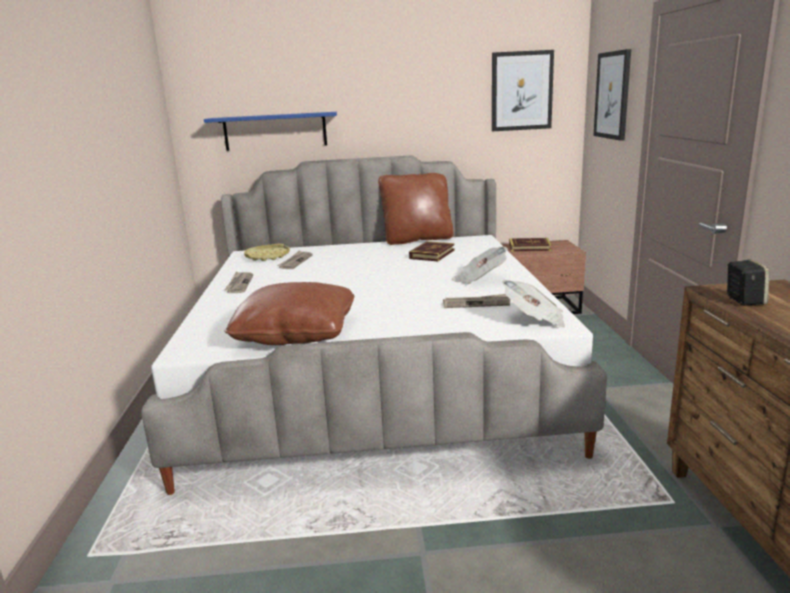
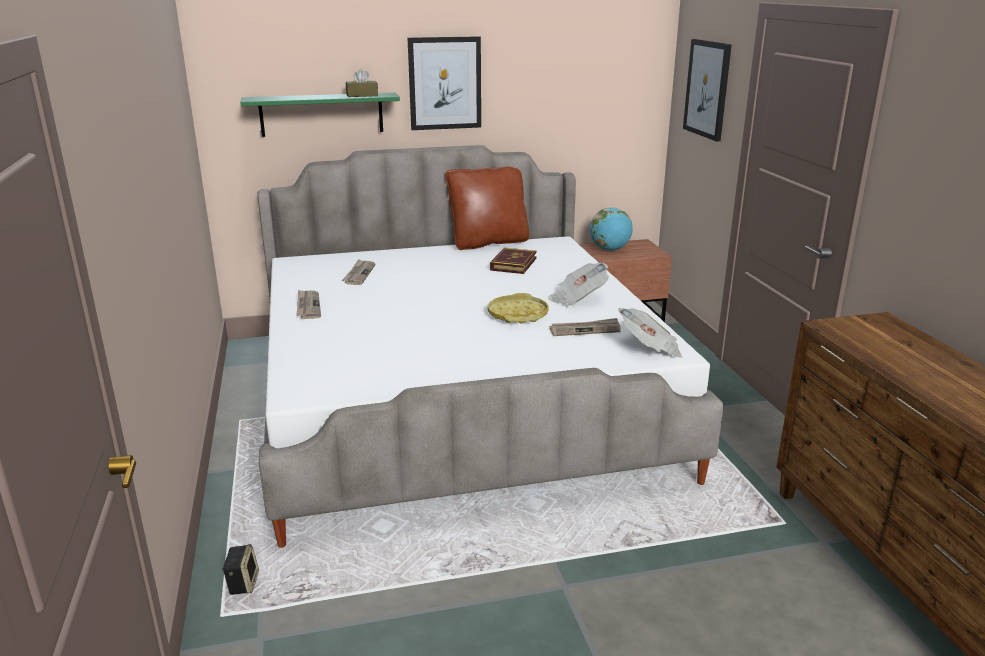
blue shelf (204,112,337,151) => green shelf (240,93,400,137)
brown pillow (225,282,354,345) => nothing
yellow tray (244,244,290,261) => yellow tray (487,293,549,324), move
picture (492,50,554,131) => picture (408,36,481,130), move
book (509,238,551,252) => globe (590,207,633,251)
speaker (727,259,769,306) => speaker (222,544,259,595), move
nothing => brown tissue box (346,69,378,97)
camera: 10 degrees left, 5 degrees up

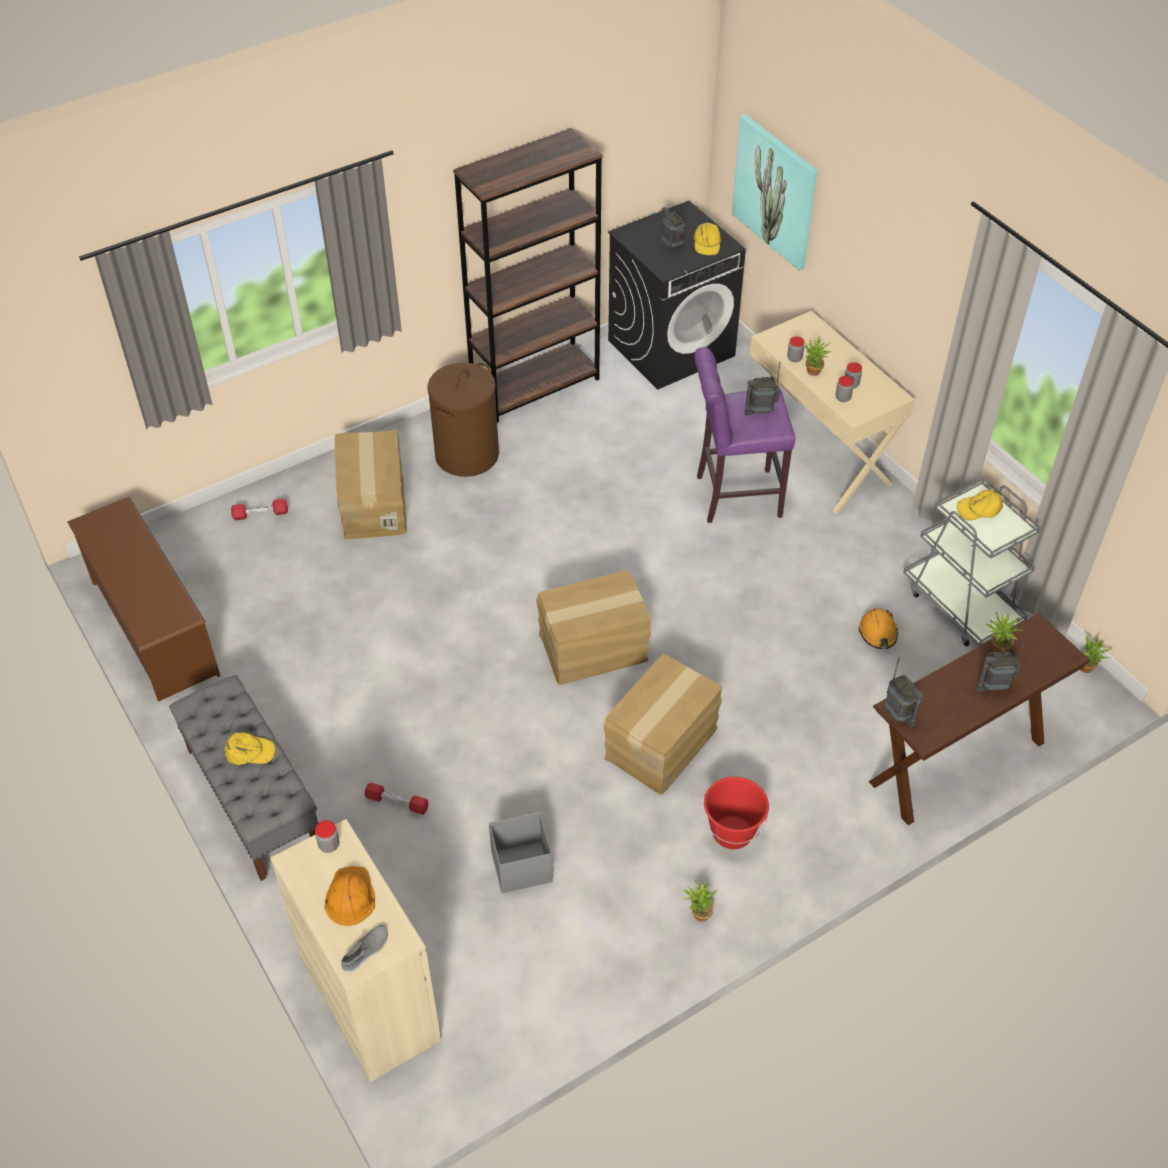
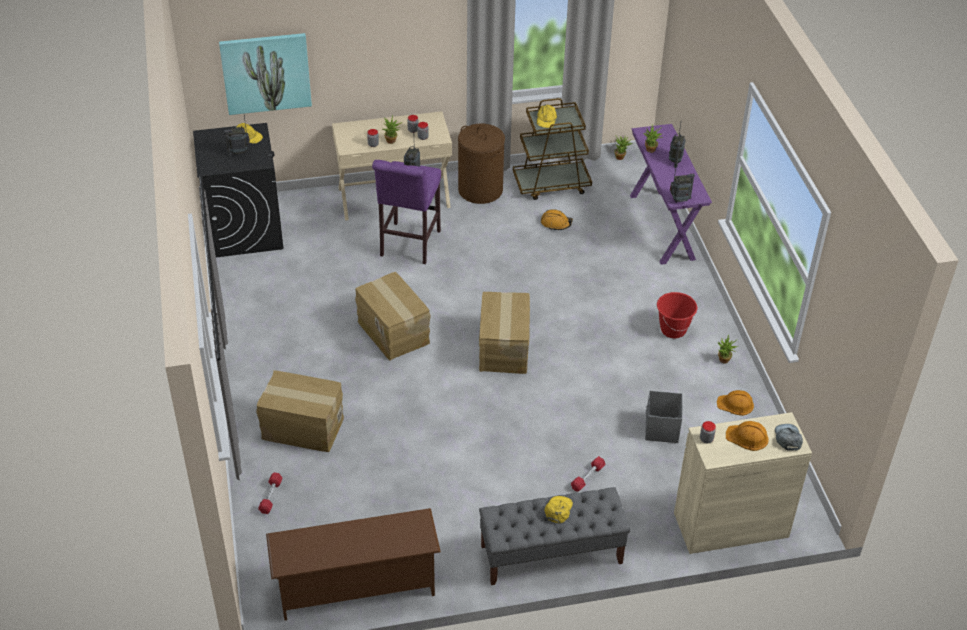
grey shoe (341,925,388,973) => grey cap (775,424,803,450)
brown laundry basket (427,362,499,477) => brown laundry basket (458,124,505,204), move
brown bookcase (453,128,603,423) => nothing
cardboard box (604,654,722,795) => cardboard box (355,272,430,361), move
brown console table (869,613,1091,825) => purple console table (630,124,712,265)
grey cart (903,477,1041,646) => brown cart (513,98,592,200)
nothing => orange hard hat (717,390,754,416)
camera: 70 degrees left, 5 degrees down

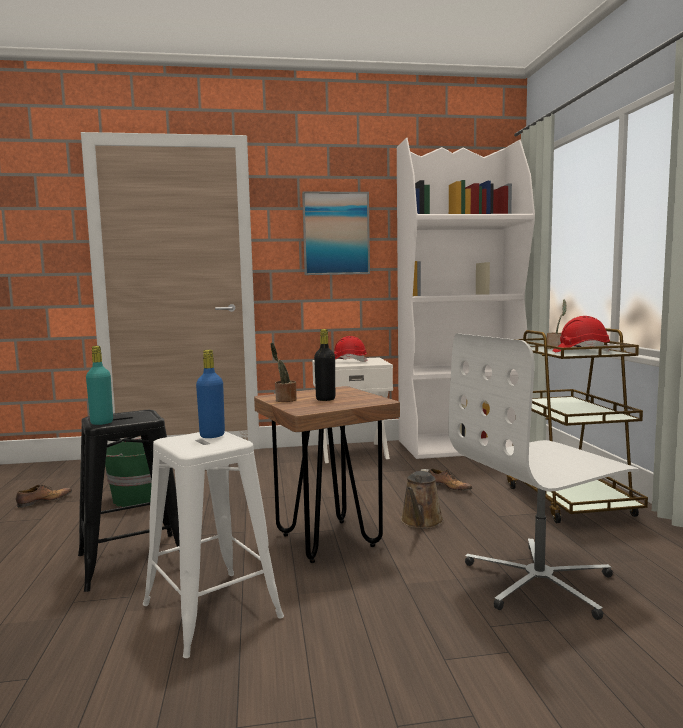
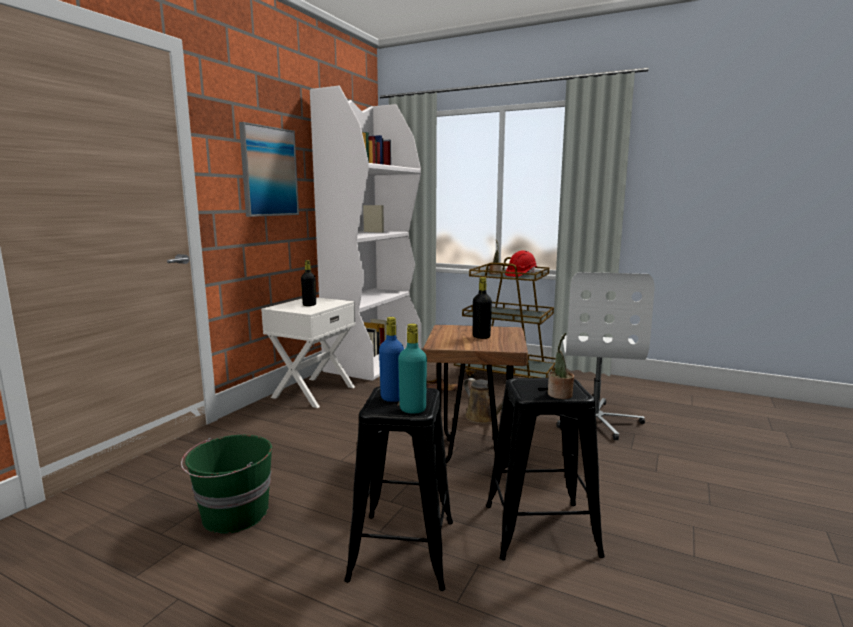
shoe (16,484,72,508) => nothing
white stool (143,431,284,658) => black stool (486,378,605,561)
blue bottle (196,350,225,438) => blue bottle (379,317,404,402), move
potted plant (270,343,297,402) => potted plant (548,332,574,399), move
red hard hat (334,336,368,362) => black bottle (301,260,316,306)
camera: 55 degrees left, 5 degrees up

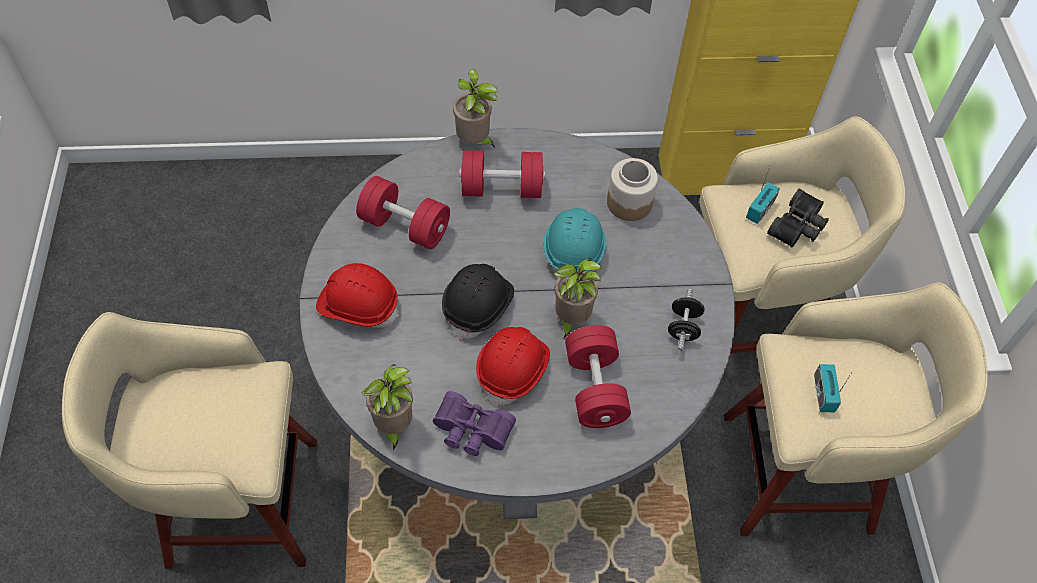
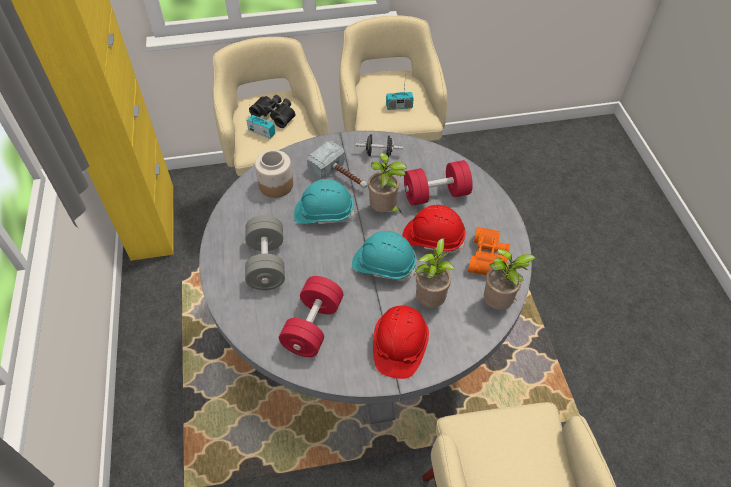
purple binoculars (433,391,516,456) => orange binoculars (468,227,510,275)
black hard hat (442,264,514,340) => turquoise hard hat (352,231,416,281)
potted plant (453,69,498,148) => potted plant (416,238,455,308), move
red dumbbell (459,150,545,198) => grey dumbbell (245,215,285,290)
nothing => hammer (307,141,367,188)
camera: 95 degrees left, 5 degrees down

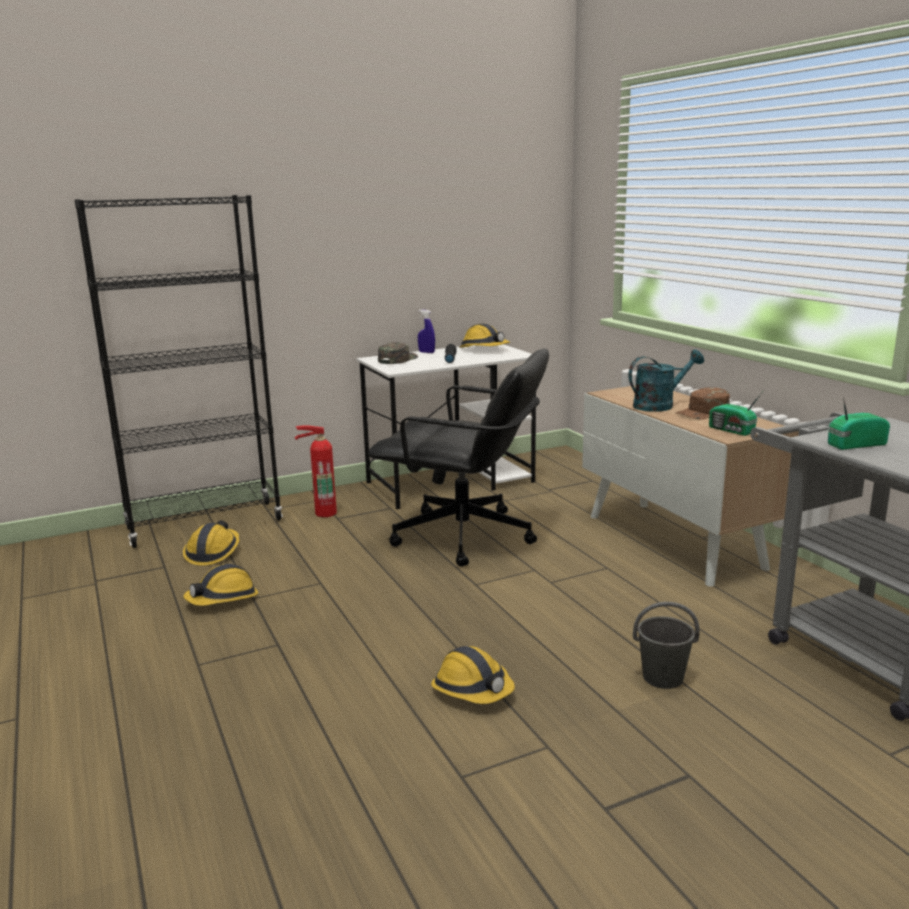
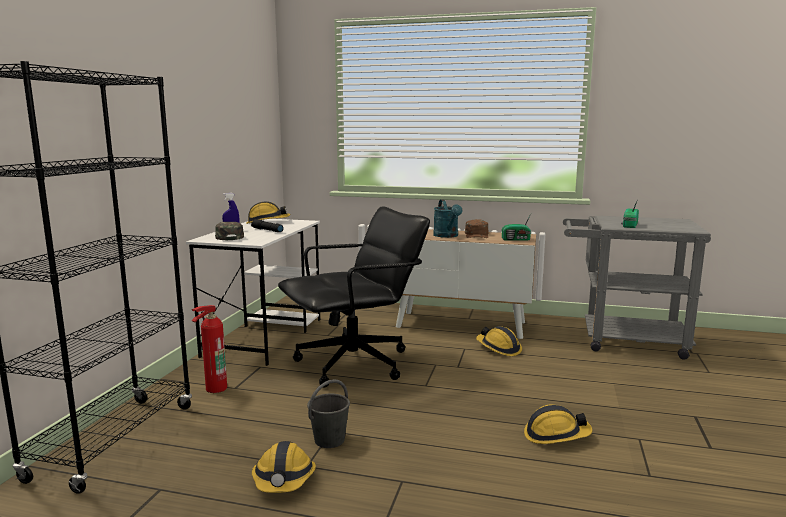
hard hat (183,520,239,566) => hard hat (476,326,522,356), move
turquoise watering can (629,349,704,412) => turquoise watering can (433,199,462,238), 150 degrees clockwise
grey bucket (633,602,699,689) => grey bucket (307,379,350,448), move
camera: 50 degrees left, 5 degrees down

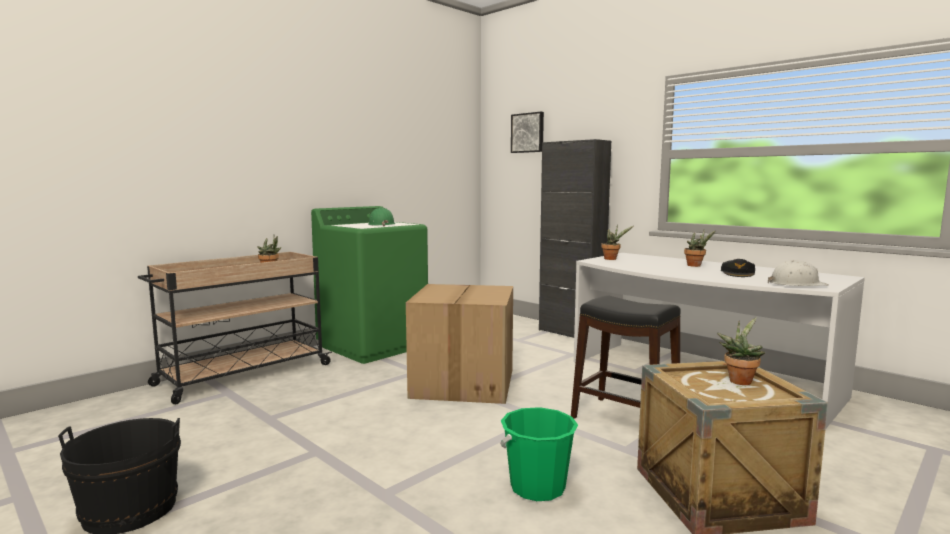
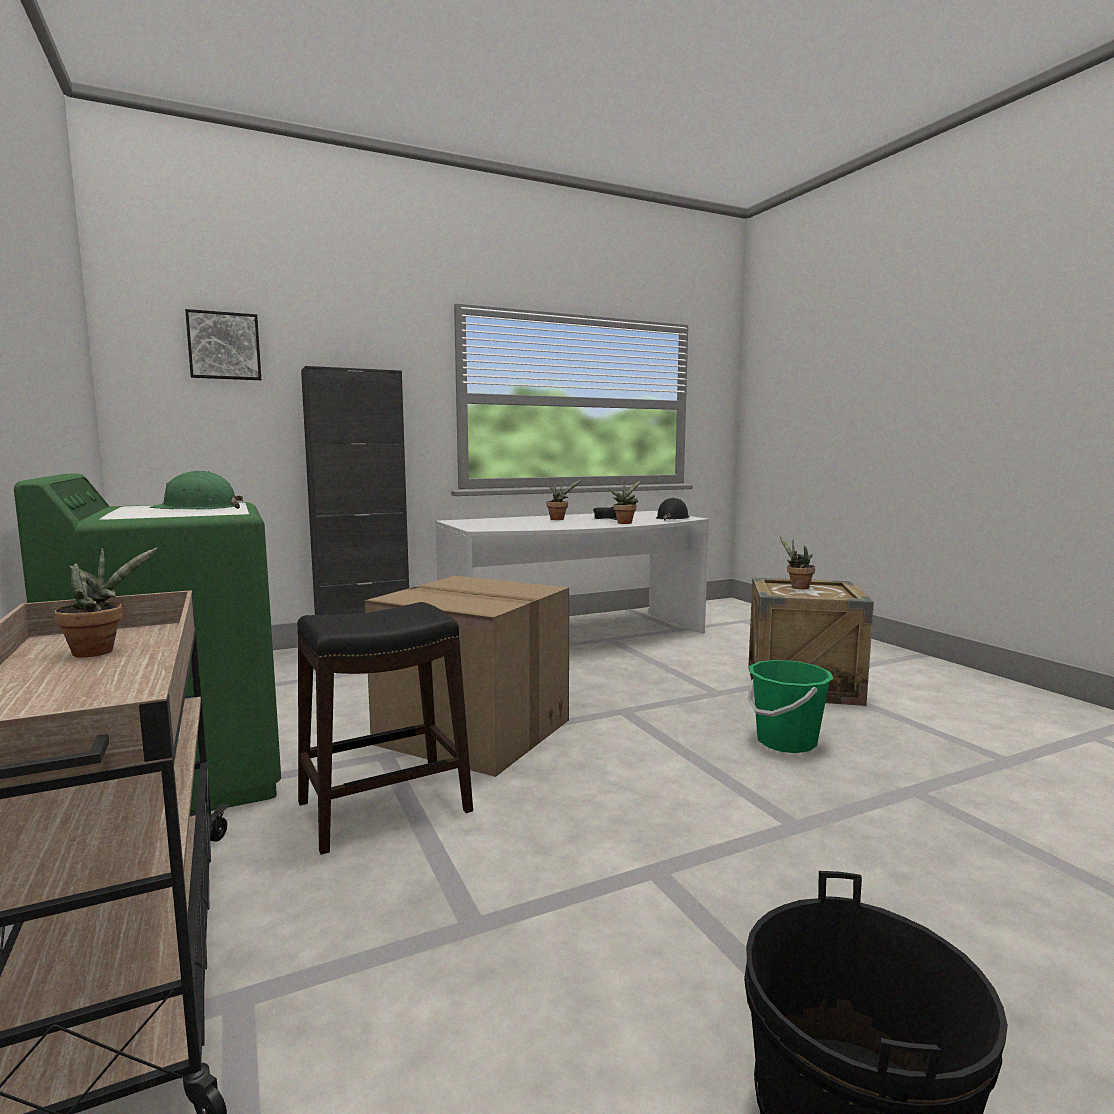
black stool (571,295,681,419) => black stool (297,602,473,855), move
potted plant (601,225,633,260) => potted plant (608,480,642,524), move
white hard hat (768,260,829,286) => black hard hat (656,498,690,521)
camera: 70 degrees left, 0 degrees up

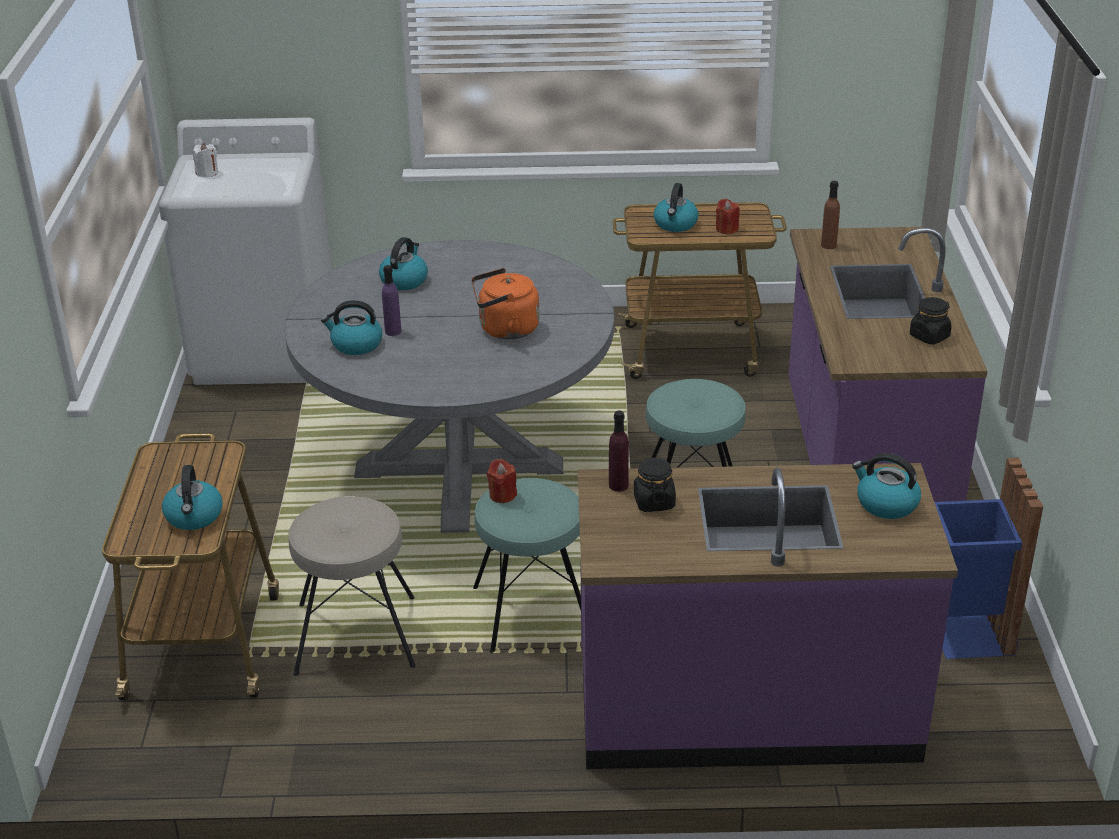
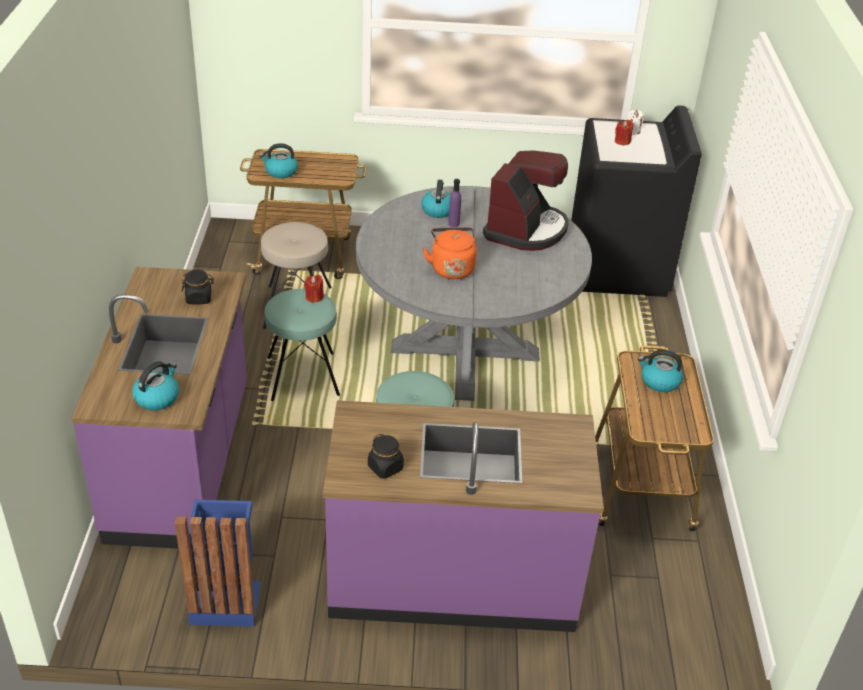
white washing machine (159,117,332,385) => black washing machine (571,105,702,297)
kettle (379,237,428,290) => coffee machine (483,150,569,251)
purple bottle (609,410,629,492) => nothing
red candle (716,198,740,234) => red candle (615,120,633,146), move
brown bottle (821,181,840,249) => nothing
camera: 90 degrees right, 5 degrees up

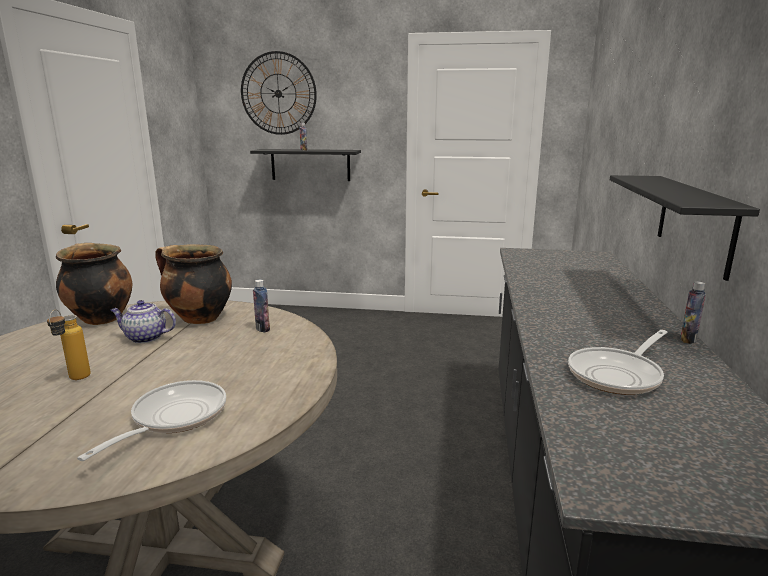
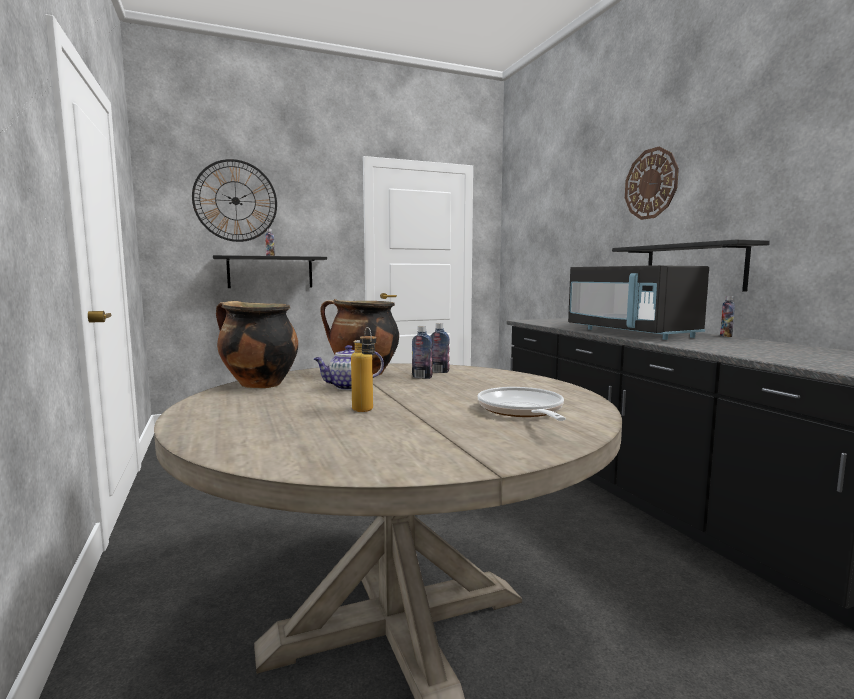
frying pan (568,330,668,395) => nothing
nothing => bottle (412,326,433,379)
nothing => black microwave (568,265,709,340)
nothing => wall clock (625,147,679,220)
camera: 30 degrees left, 10 degrees down

